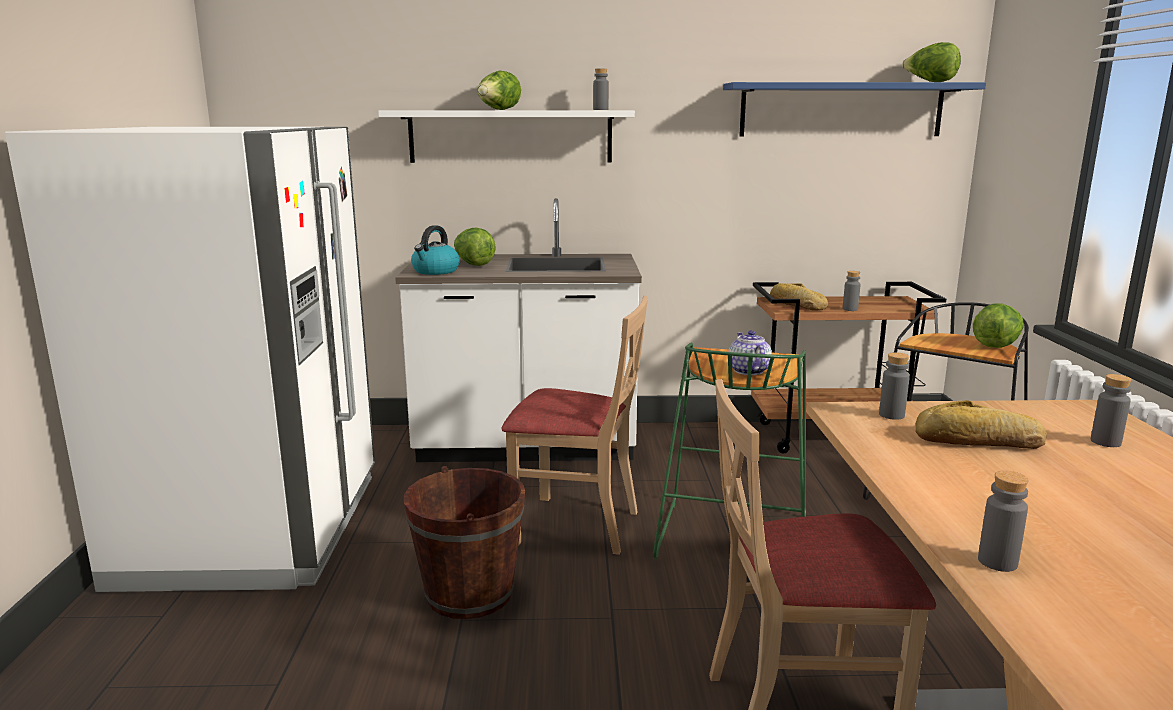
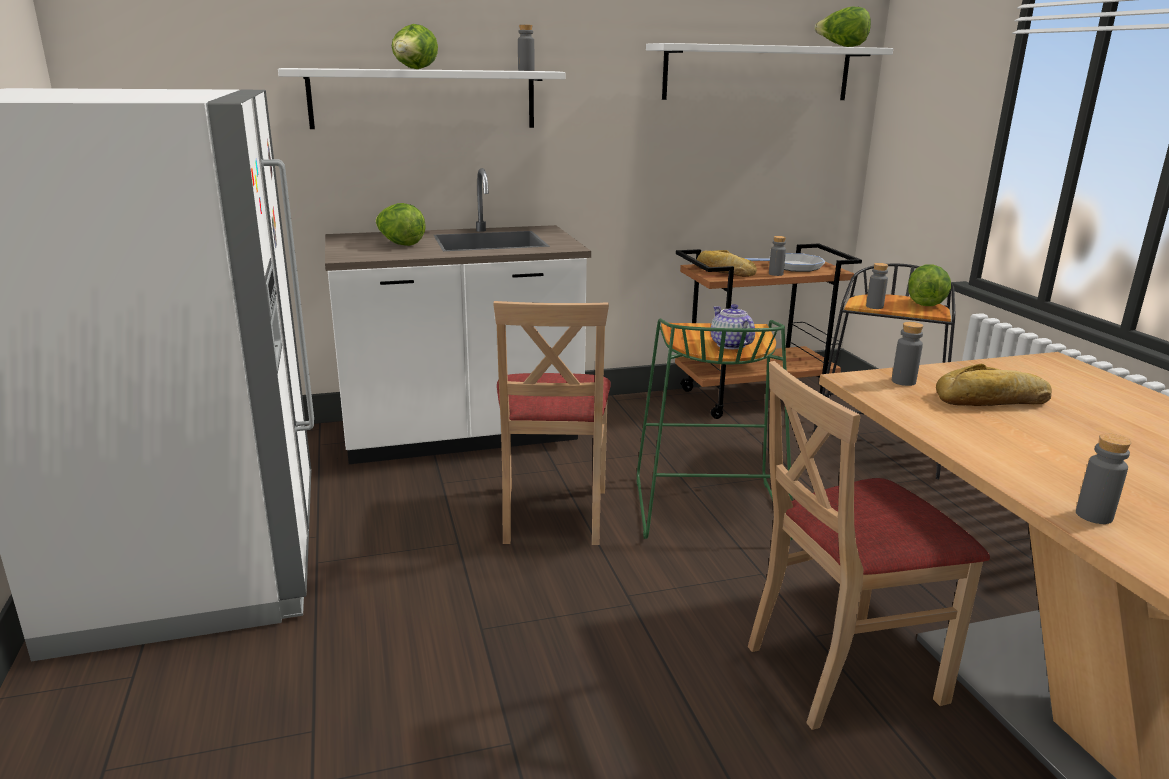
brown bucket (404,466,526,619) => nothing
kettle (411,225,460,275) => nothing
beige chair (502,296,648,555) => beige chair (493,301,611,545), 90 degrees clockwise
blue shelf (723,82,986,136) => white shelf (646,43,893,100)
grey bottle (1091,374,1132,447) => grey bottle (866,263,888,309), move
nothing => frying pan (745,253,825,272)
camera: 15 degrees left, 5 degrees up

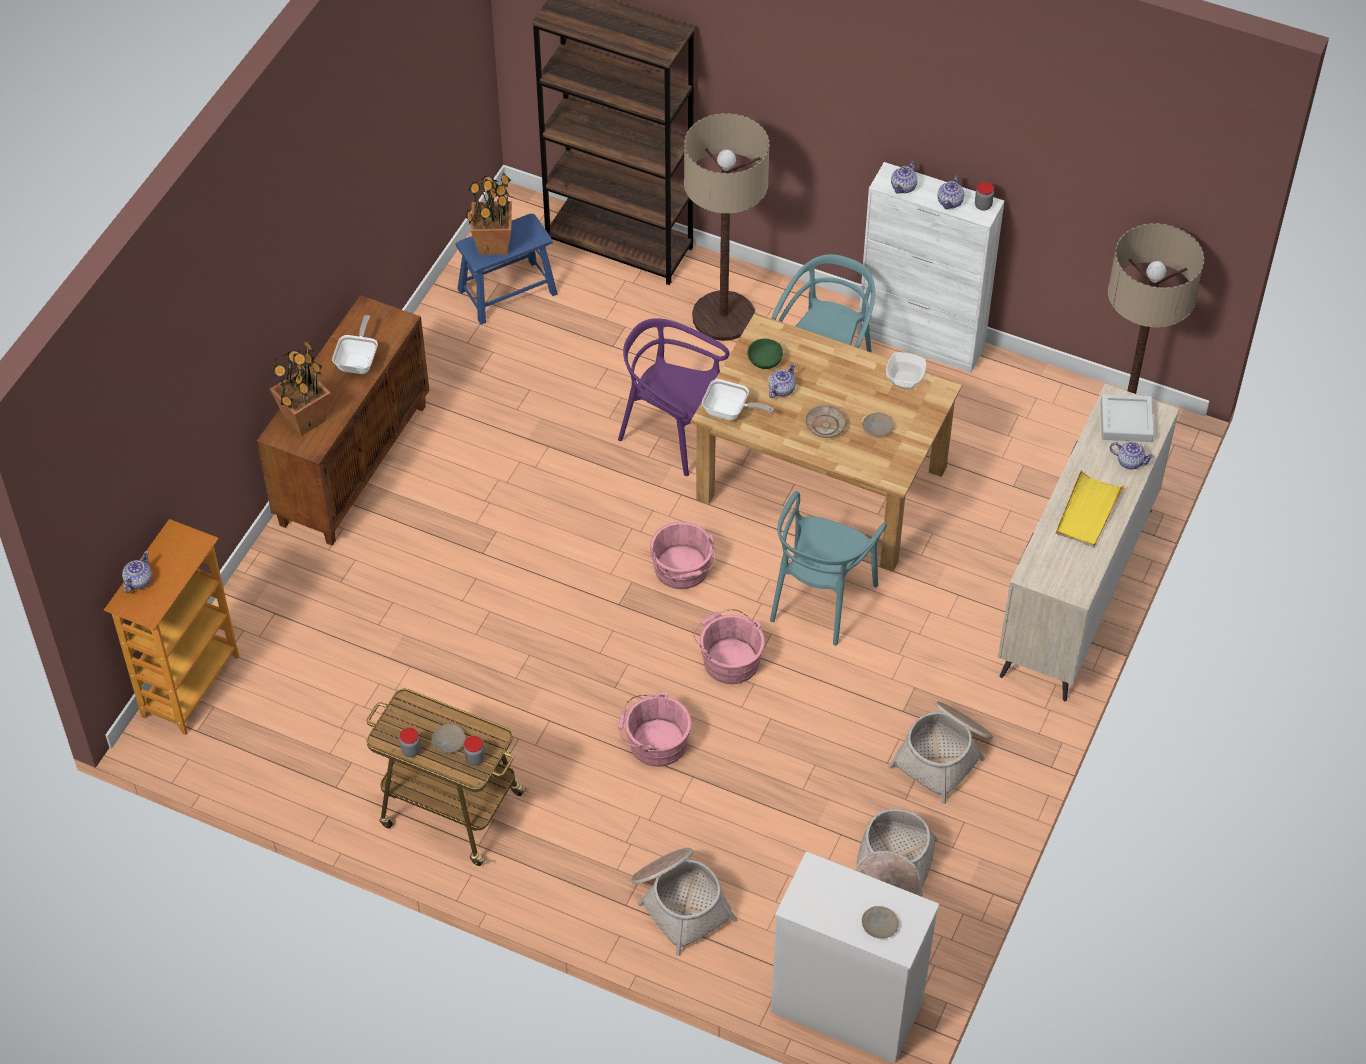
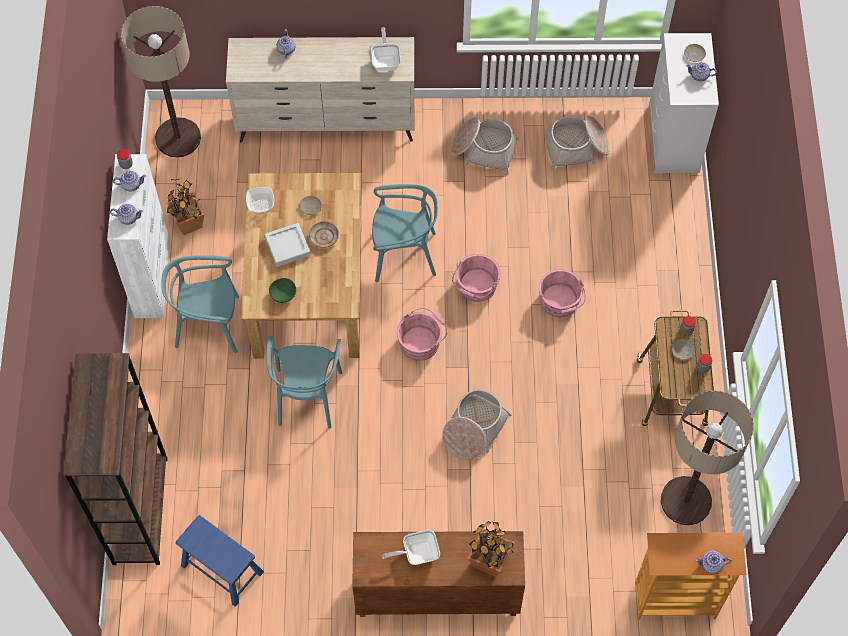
potted plant (466,173,514,255) => potted plant (166,179,204,235), move
purple chair (618,318,730,476) => turquoise chair (266,336,342,429)
basket (631,848,737,956) => basket (442,389,511,461), move
floor lamp (684,113,770,341) => floor lamp (661,391,753,525), move
frying pan (702,379,774,421) => frying pan (371,27,401,71), move
teapot (769,363,796,398) => teapot (686,62,717,81), move
yellow tray (1056,470,1125,547) => nothing
grey tray (1101,394,1154,442) => grey tray (264,223,310,267), move
camera: 115 degrees left, 10 degrees up

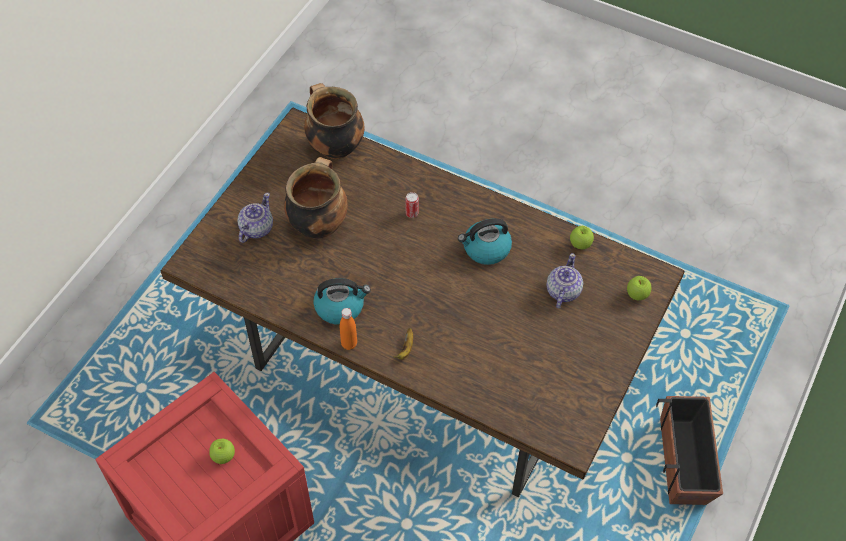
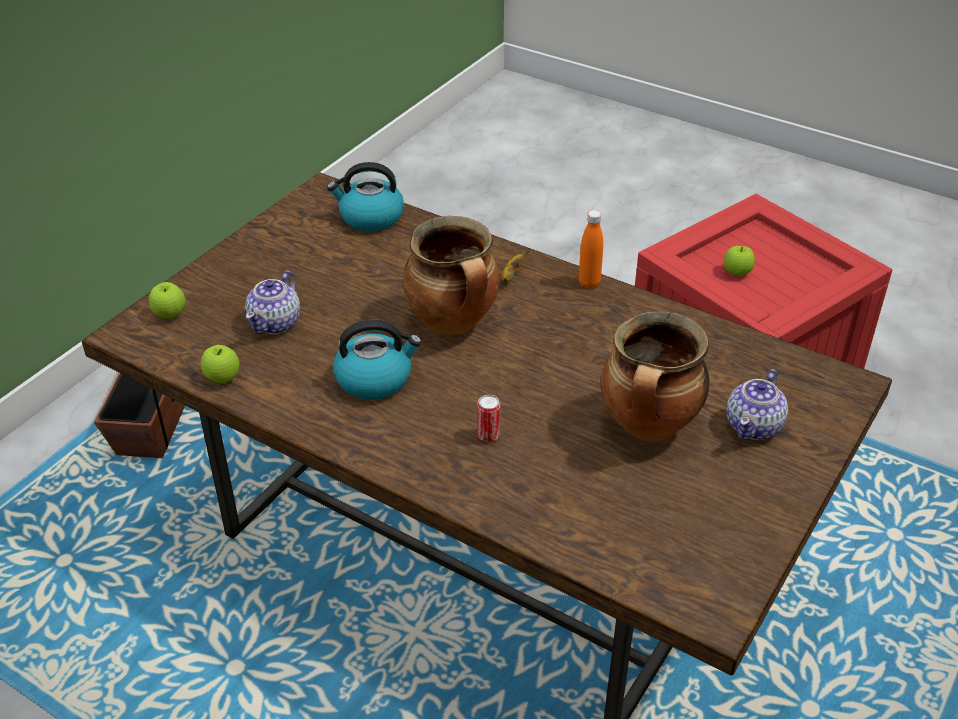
cooking pot (304,83,365,159) => cooking pot (403,216,500,336), move
kettle (313,278,371,325) => kettle (327,162,404,232), move
camera: 175 degrees left, 15 degrees down

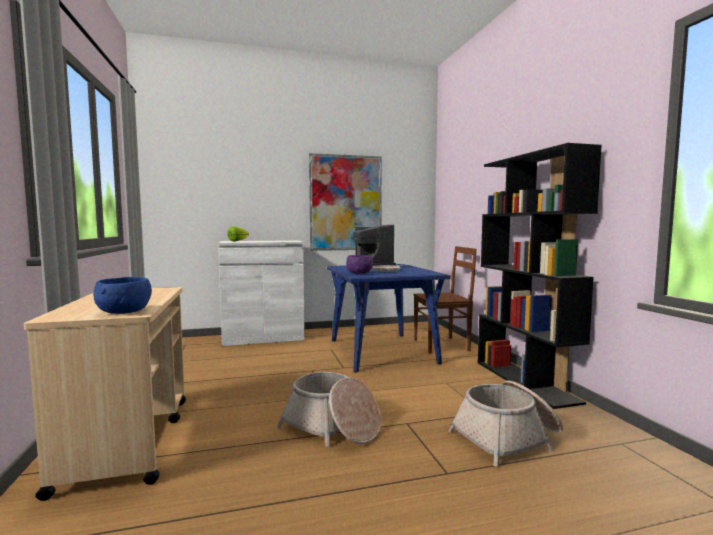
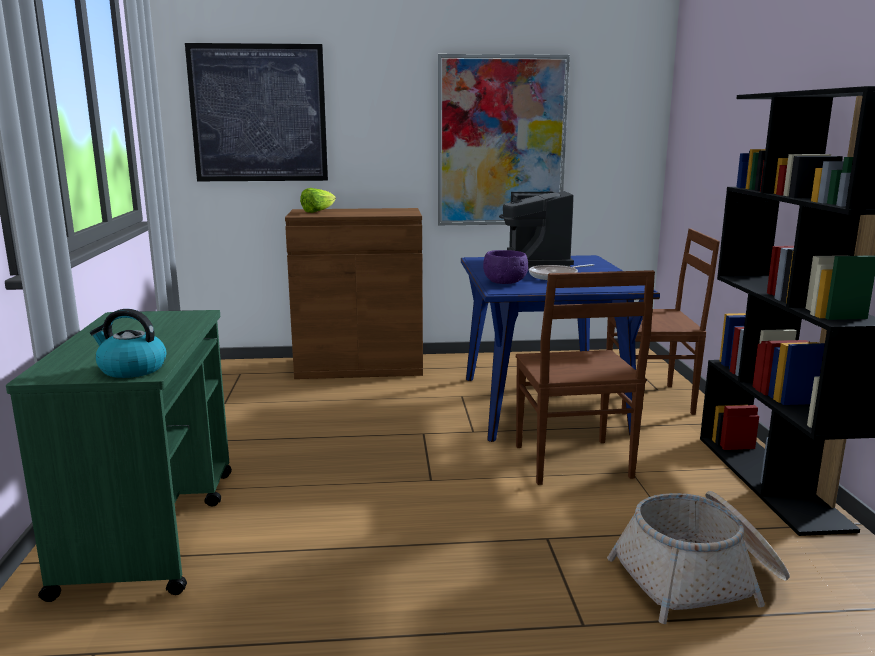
beige cart (24,287,186,501) => green cart (6,310,232,602)
blue bowl (93,277,152,314) => kettle (90,309,166,378)
white cabinet (218,240,305,346) => brown cabinet (285,208,423,379)
basket (277,372,382,447) => nothing
nothing => picture (185,43,328,181)
nothing => brown chair (516,270,655,485)
camera: 10 degrees right, 10 degrees up

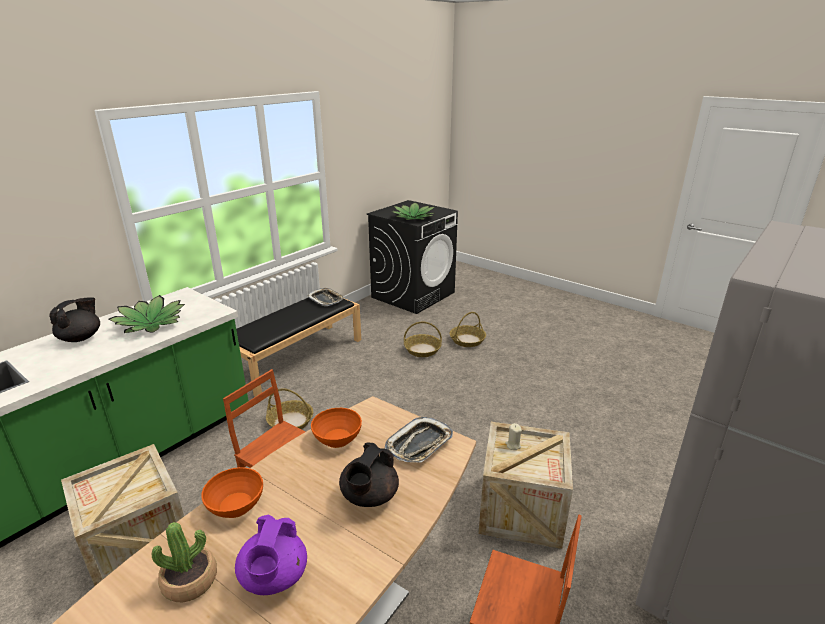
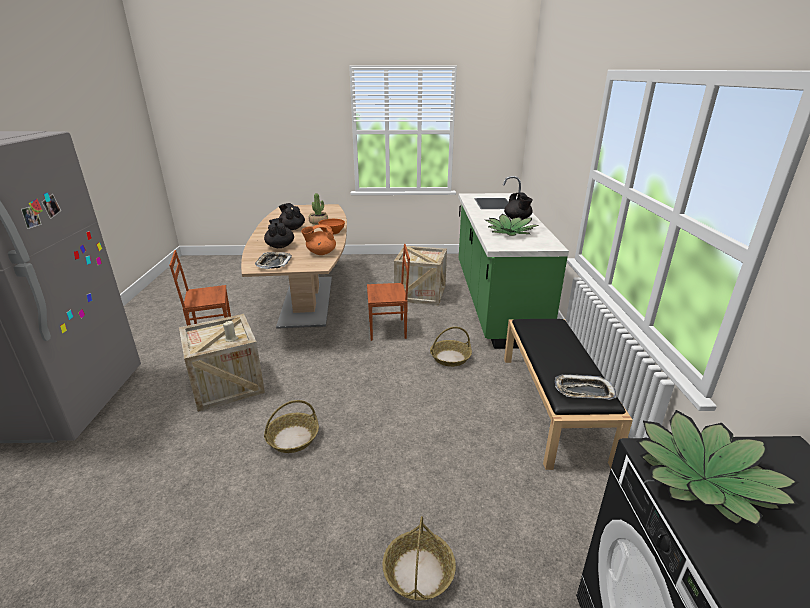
purple teapot (235,515,307,595) => black teapot (278,203,305,230)
orange bowl (311,408,362,448) => orange teapot (301,225,336,255)
basket (404,322,442,357) => basket (264,400,319,453), move
camera: 140 degrees right, 0 degrees up

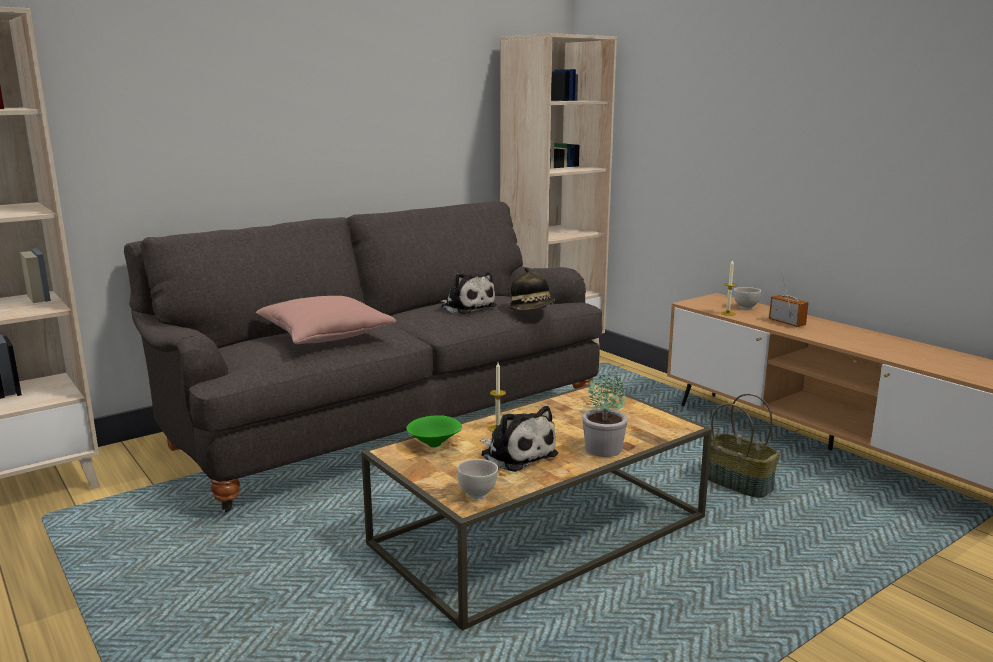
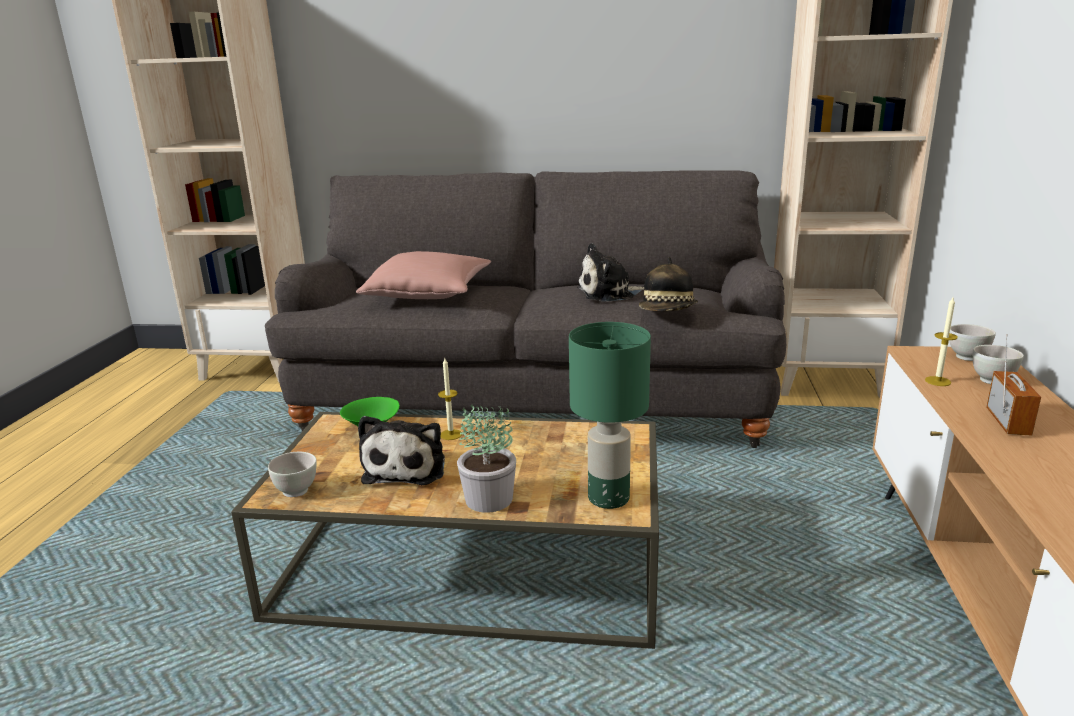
plush toy (441,272,497,314) => plush toy (577,243,644,302), 75 degrees clockwise
basket (708,393,780,498) => nothing
nothing => green table lamp (569,322,651,509)
nothing => white bowl (949,324,996,361)
camera: 45 degrees right, 5 degrees up

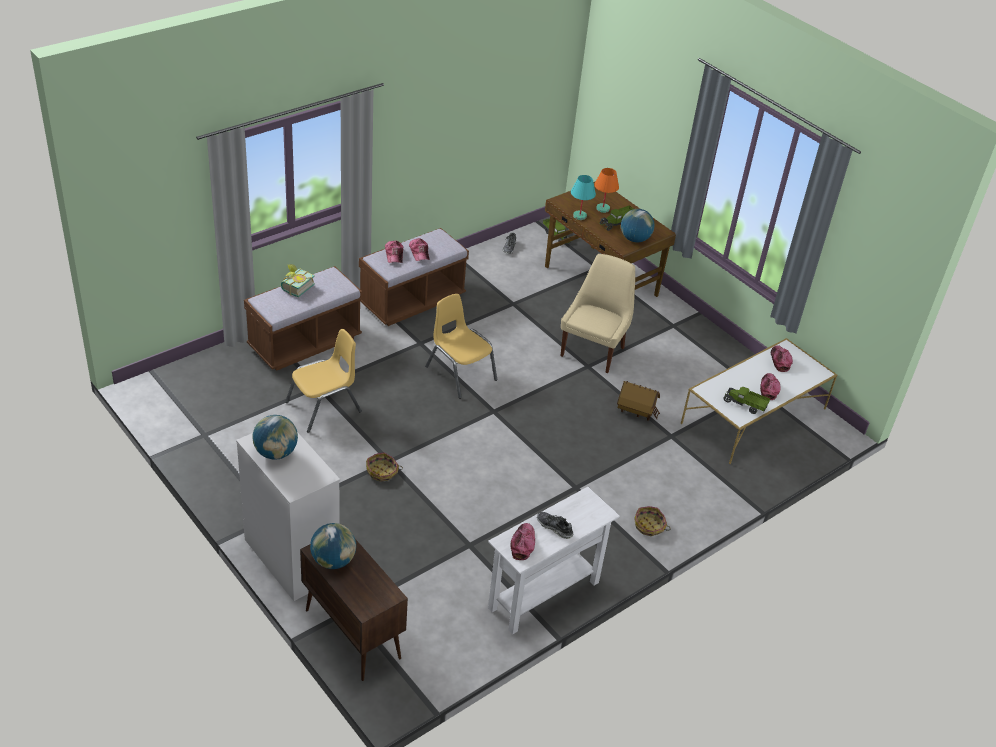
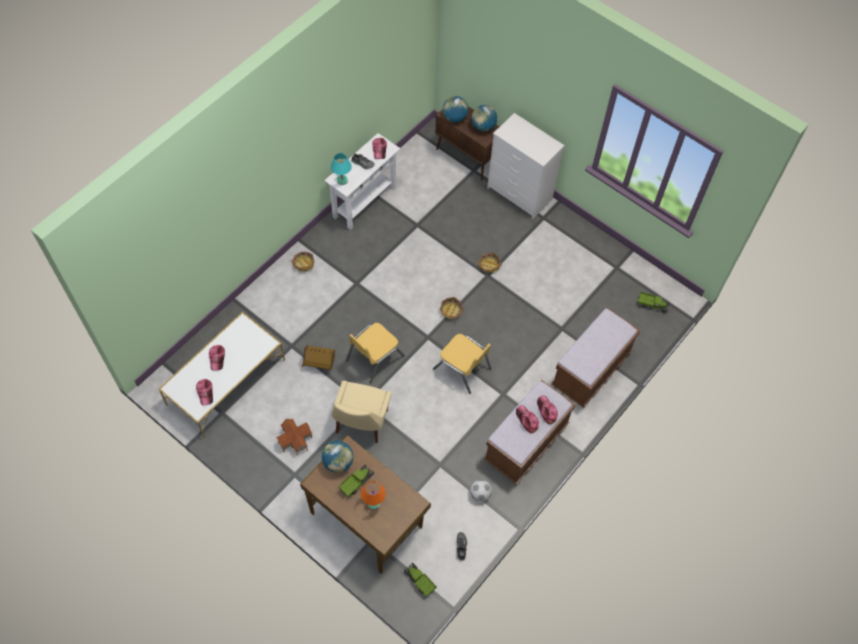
globe (252,415,298,460) => globe (443,96,468,123), move
book (281,264,315,297) => nothing
yellow chair (285,329,362,433) => yellow chair (346,323,405,383), move
turquoise table lamp (571,175,596,220) => turquoise table lamp (331,153,352,185), move
toy truck (724,387,770,414) => toy truck (638,292,669,313), move
nothing => toy house (276,419,312,456)
nothing => basket (440,297,463,322)
nothing => football (470,480,492,502)
camera: 170 degrees right, 20 degrees up

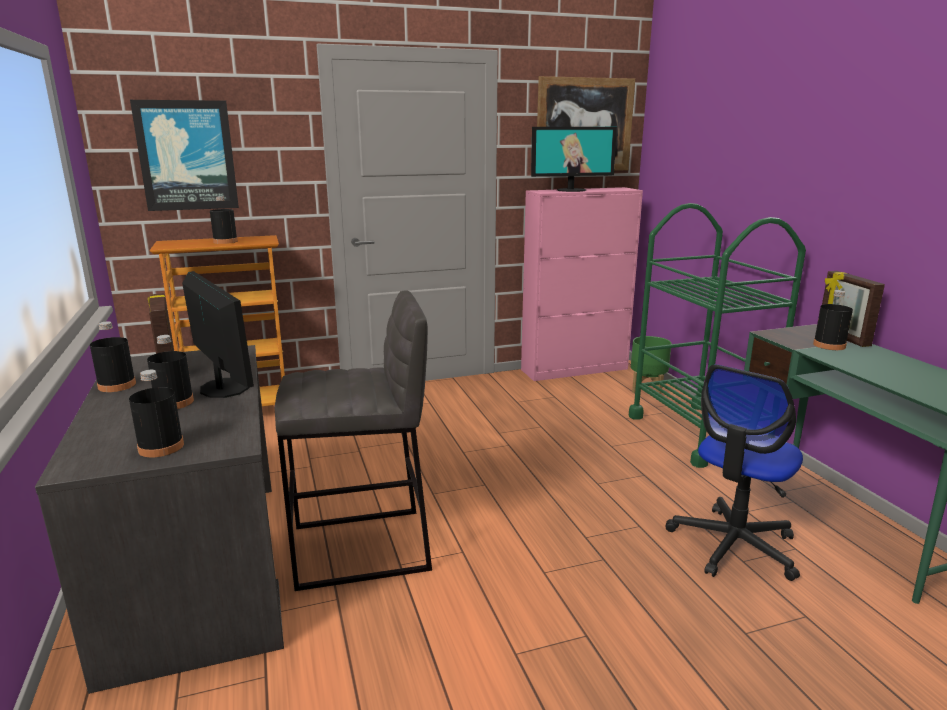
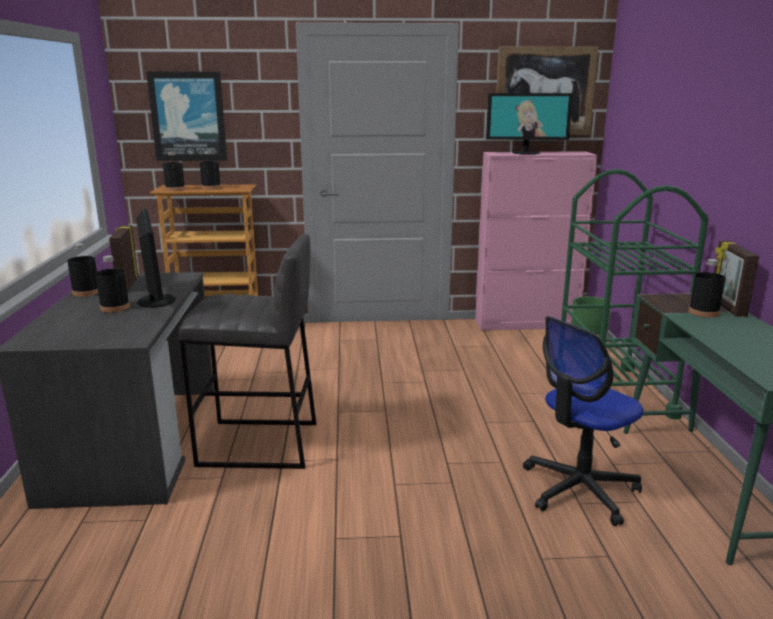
black bottle (129,370,184,457) => black bottle (163,152,185,191), move
camera: 15 degrees right, 0 degrees up

